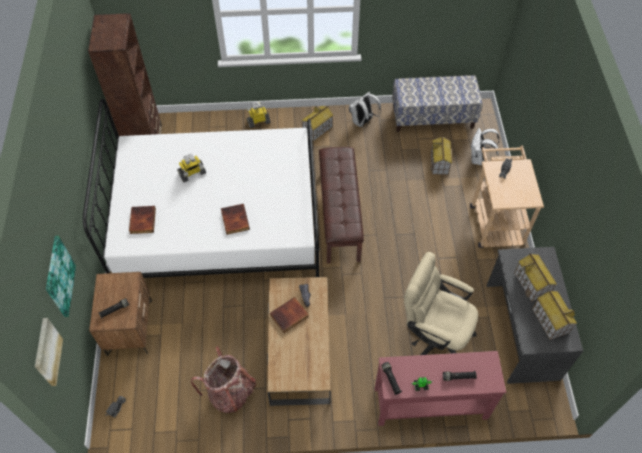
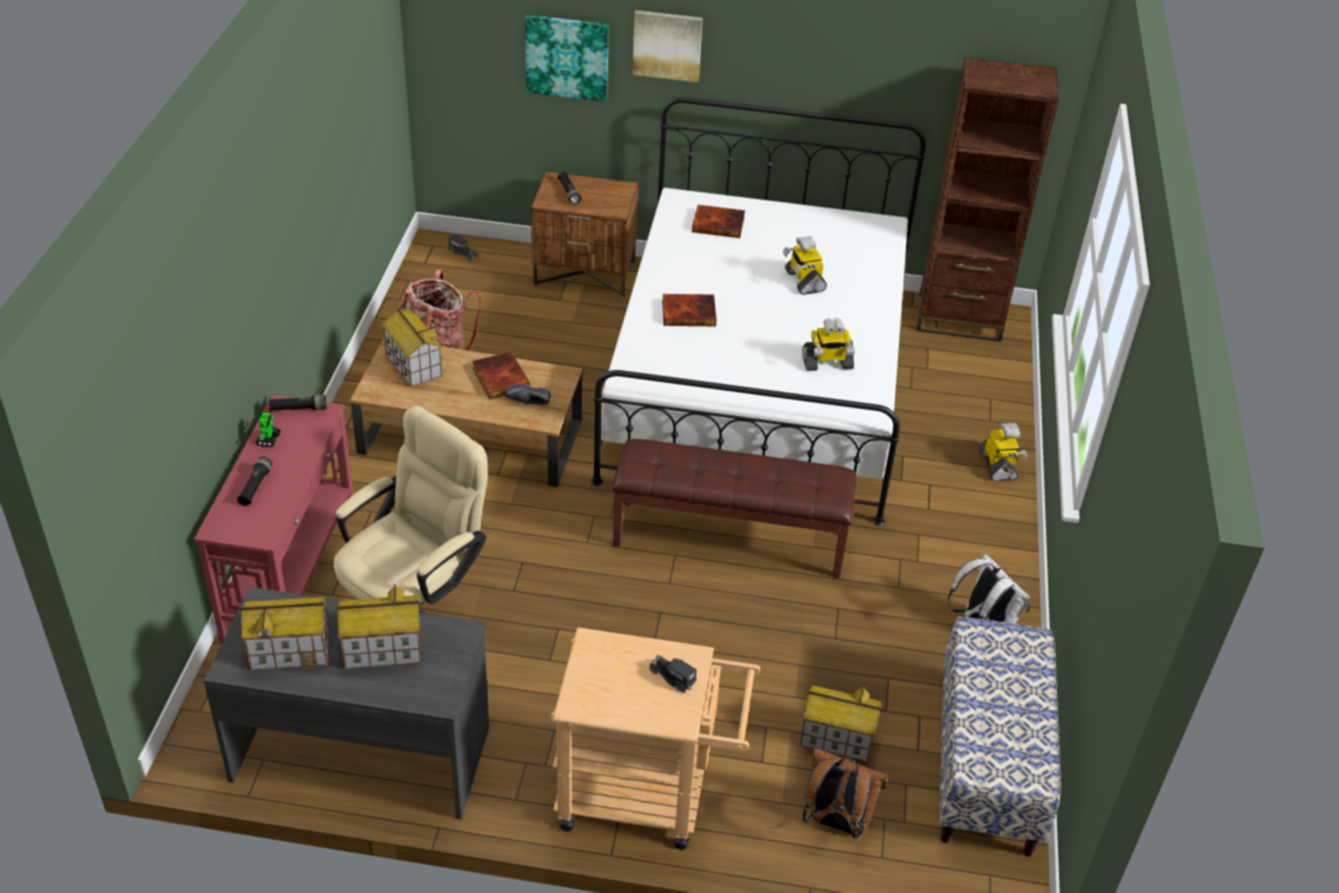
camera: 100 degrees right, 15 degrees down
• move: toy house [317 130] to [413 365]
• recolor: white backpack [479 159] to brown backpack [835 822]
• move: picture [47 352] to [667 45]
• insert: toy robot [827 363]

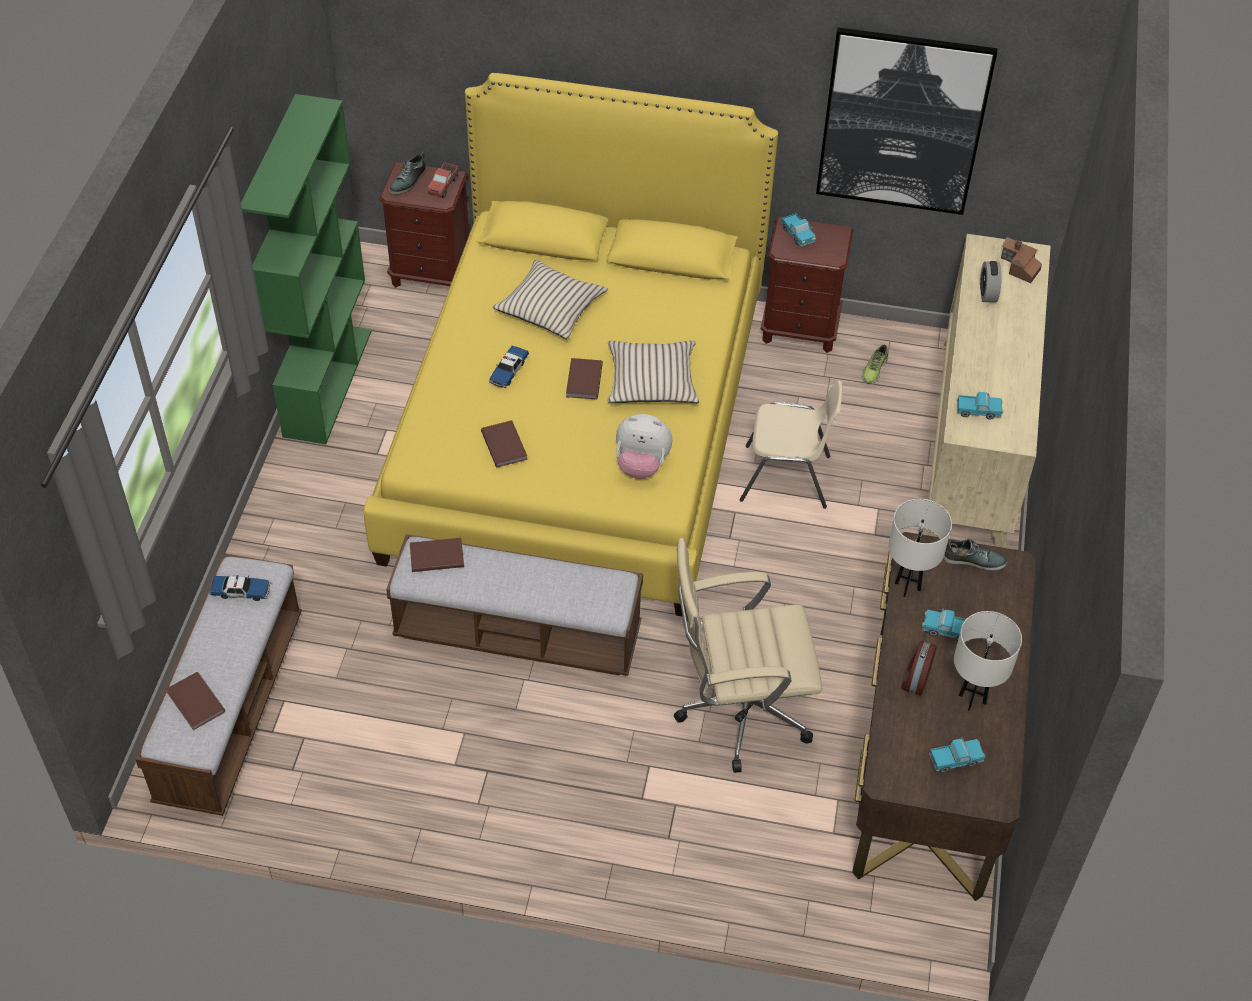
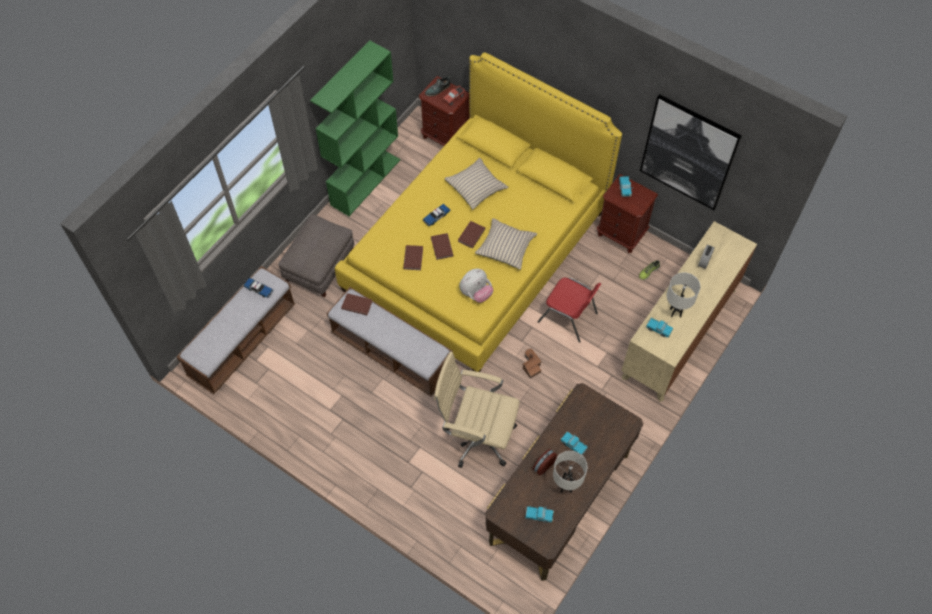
camera: 25 degrees right, 10 degrees up
• move: toy house [1018 266] to [531 365]
• recolor: beige chair [787 478] to red chair [568 318]
• rotate: plush toy [641 465] = [476 293] 75 degrees counterclockwise
• move: white table lamp [907 587] to [675 313]
• delete: shoe [973 560]
• move: brown book [195 703] to [441 247]
• insert: grey ottoman [319 265]

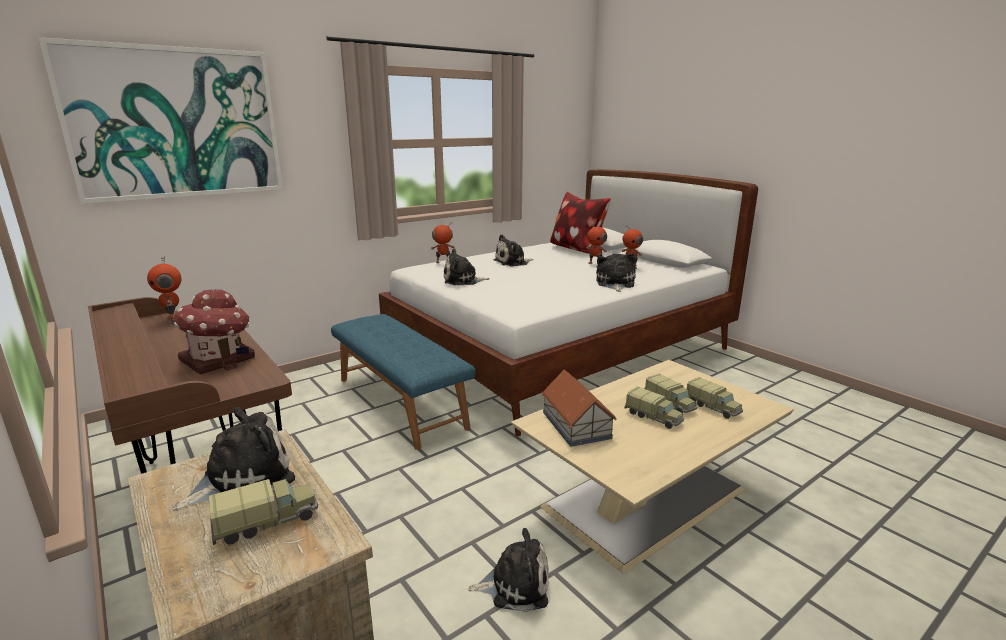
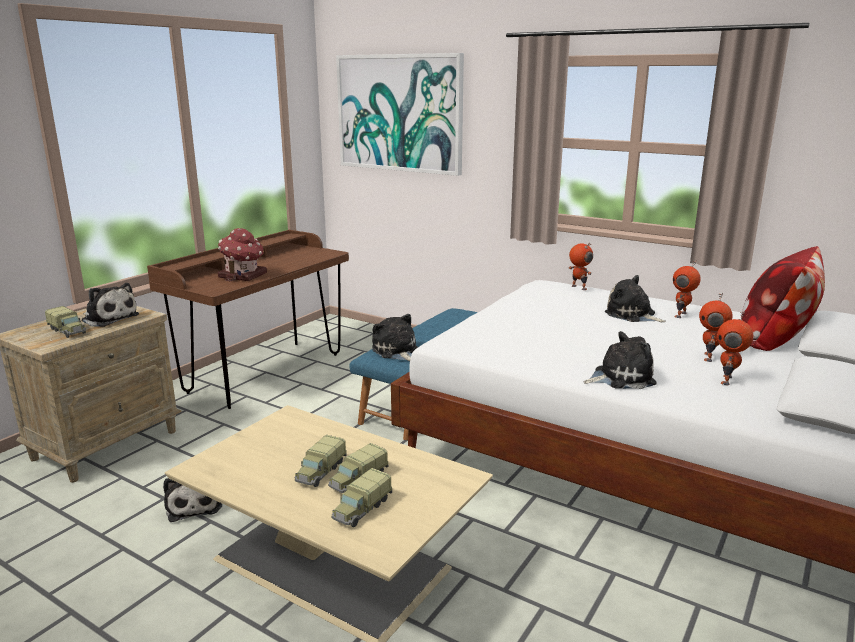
camera: 70 degrees right, 0 degrees up
• move: plush toy [463 281] to [396 351]
• move: toy robot [173 319] to [681 315]
• delete: toy house [576 424]

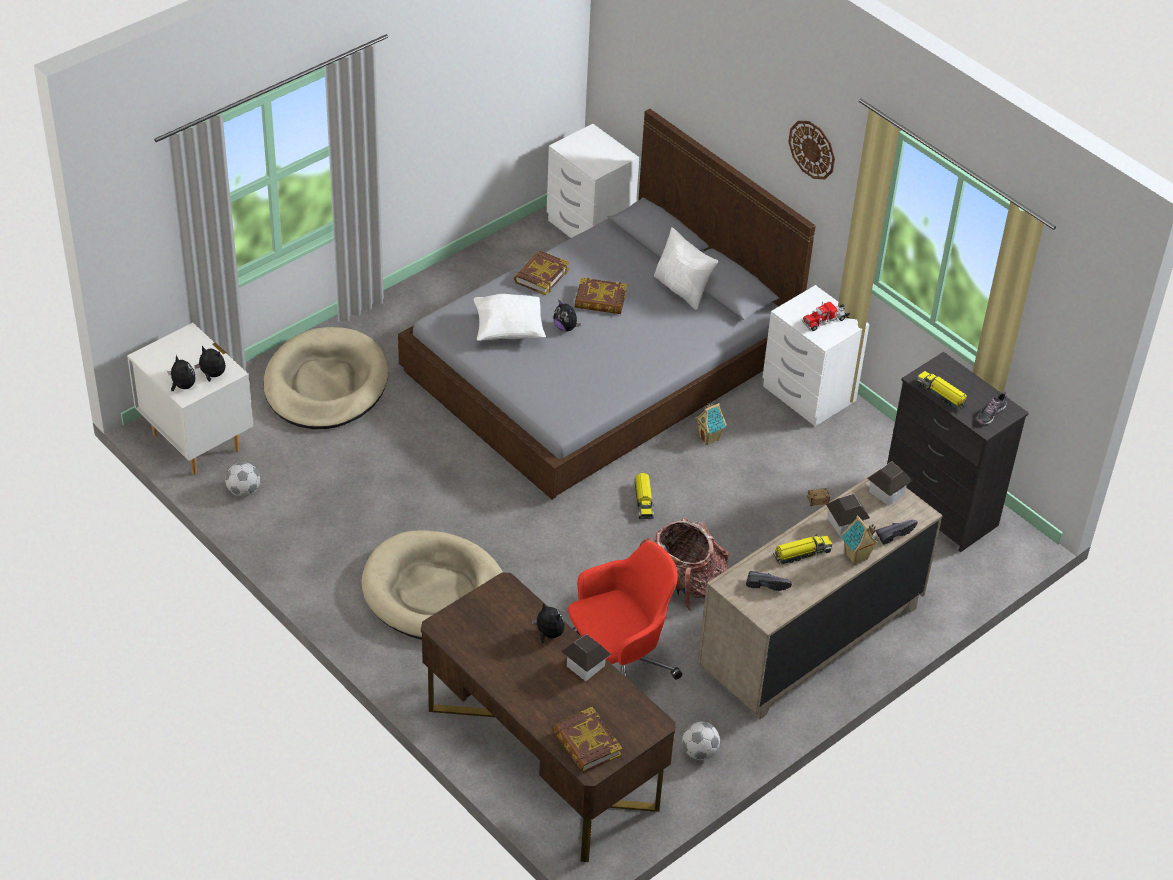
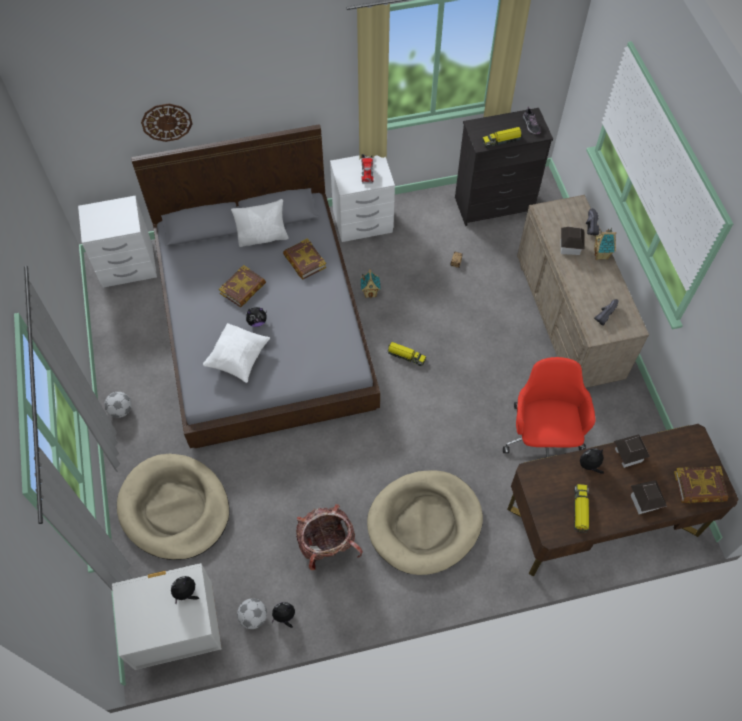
camera: 60 degrees left, 15 degrees up
• move: wall clock [812 149] to [166 122]
• move: book [541 276] to [304 261]
• move: plush toy [182 386] to [284 617]
• move: toy house [887 492] to [644 501]
• move: backpack [685 586] to [327 545]
• move: toy truck [801 553] to [580 510]
• move: football [699 752] to [121 410]

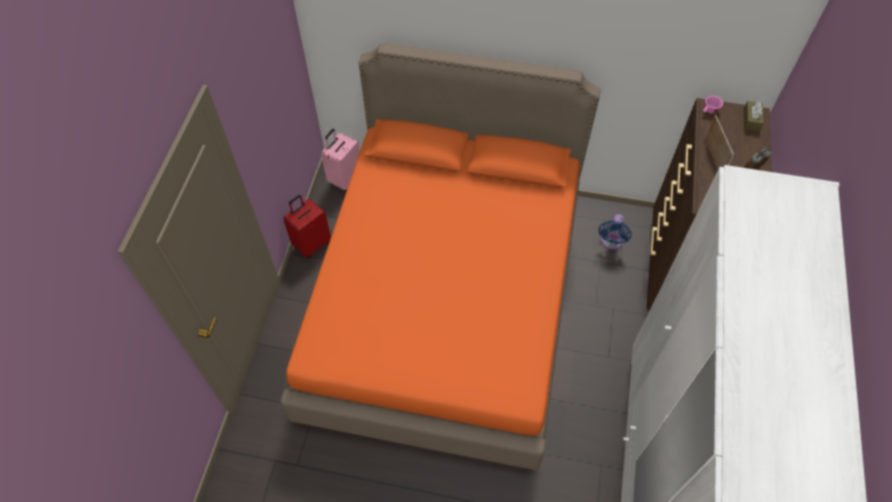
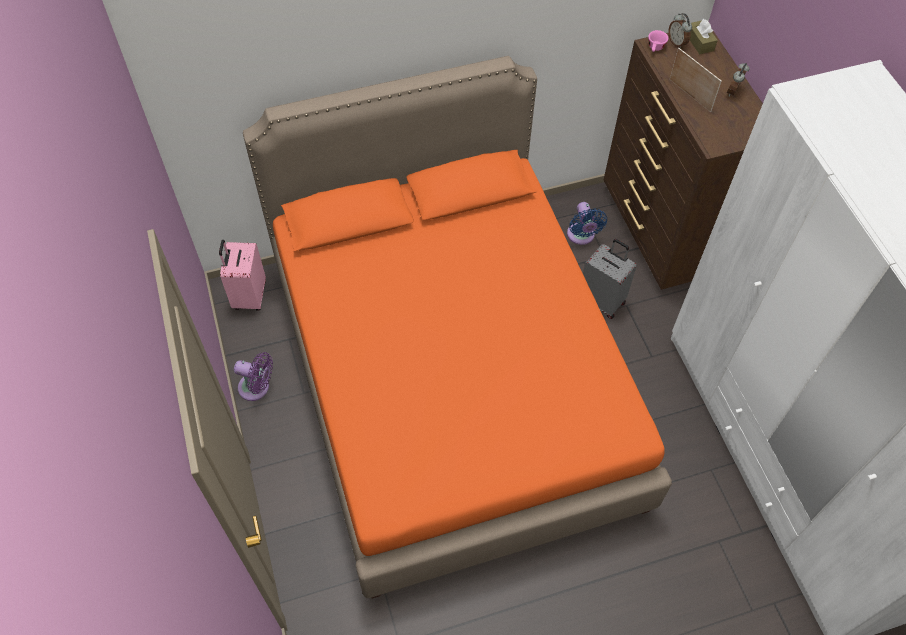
camera: 30 degrees left, 0 degrees up
• replace: red suitcase [312 244] to purple fan [257 388]
• insert: alarm clock [677 43]
• insert: grey suitcase [602 300]

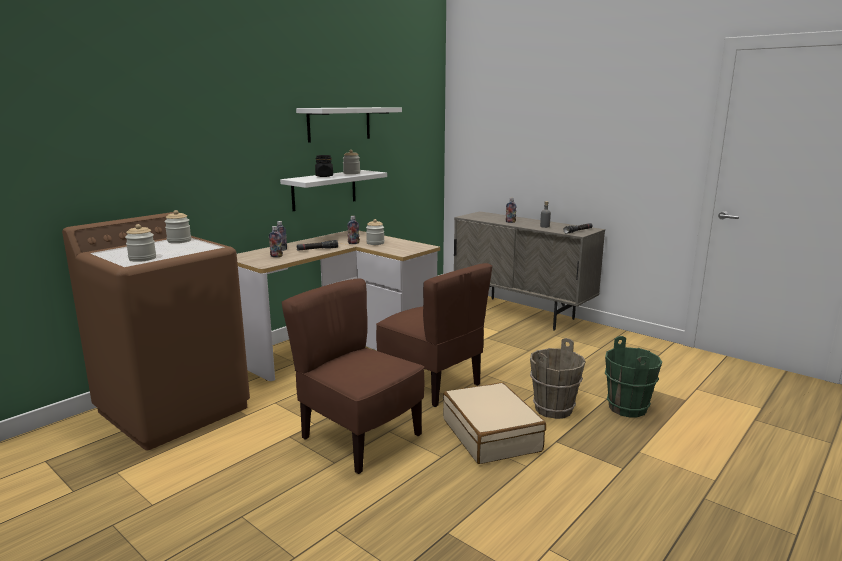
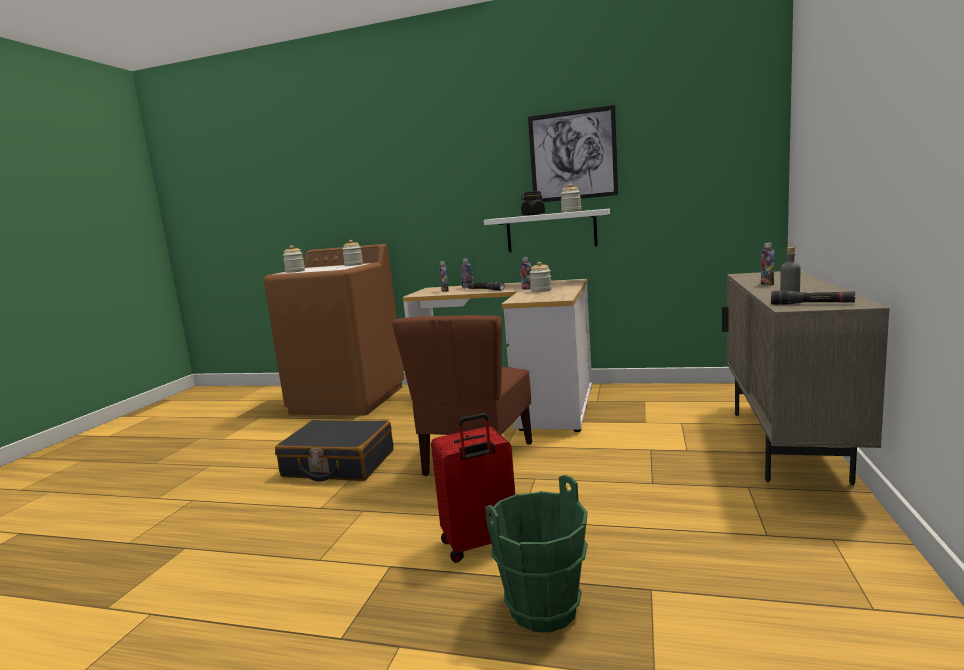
camera: 65 degrees right, 5 degrees down
• replace: white shelf [339 124] to picture [573 155]
• replace: brown chair [359 438] to black suitcase [338 464]
• replace: brown bucket [554 409] to red suitcase [479 544]
• delete: beige suitcase [491 435]

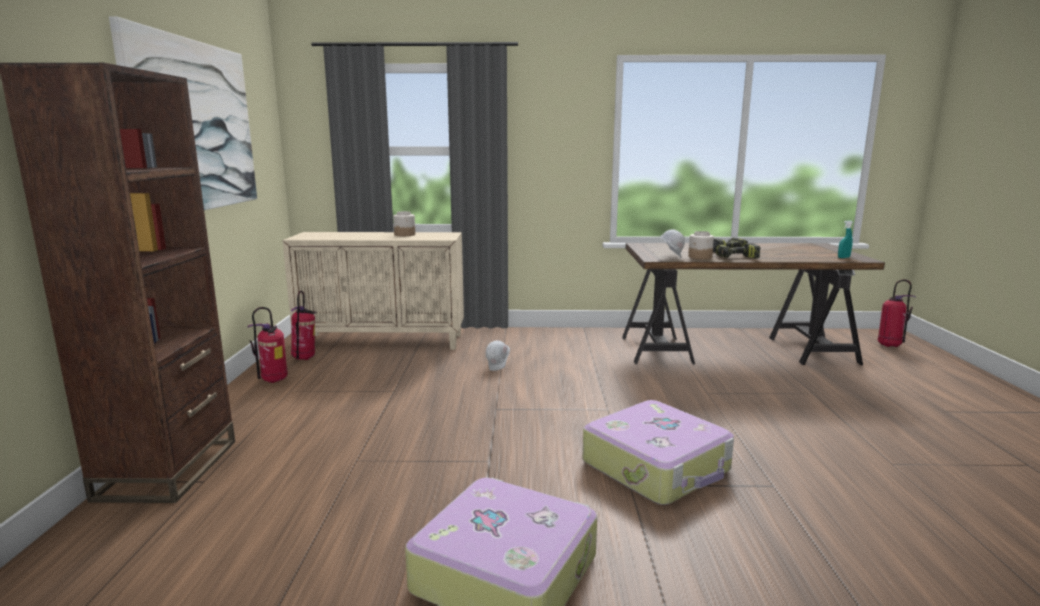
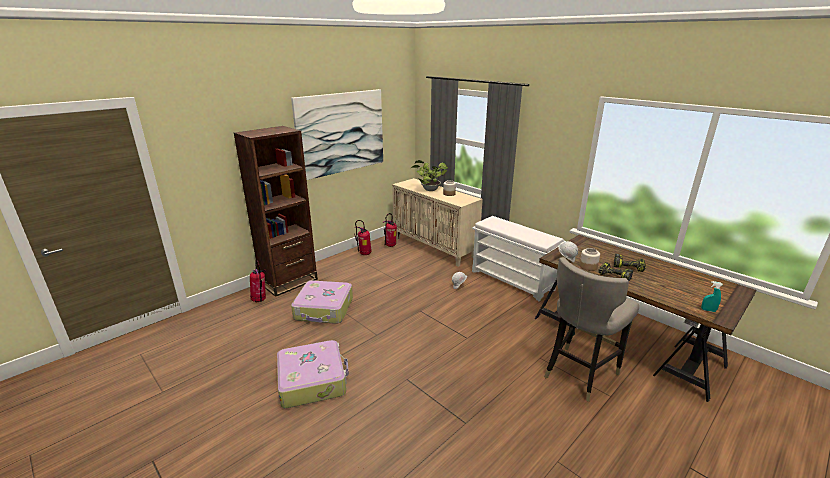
camera: 45 degrees right, 10 degrees up
• move: fire extinguisher [889 345] to [260 300]
• move: suitcase [657 467] to [324 309]
• insert: potted plant [429 190]
• insert: white bench [513 280]
• insert: grey stool [578 374]

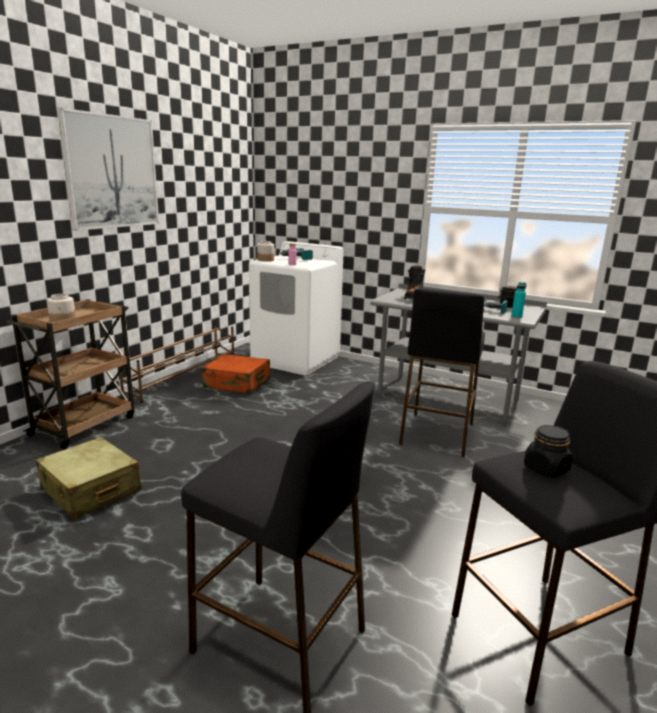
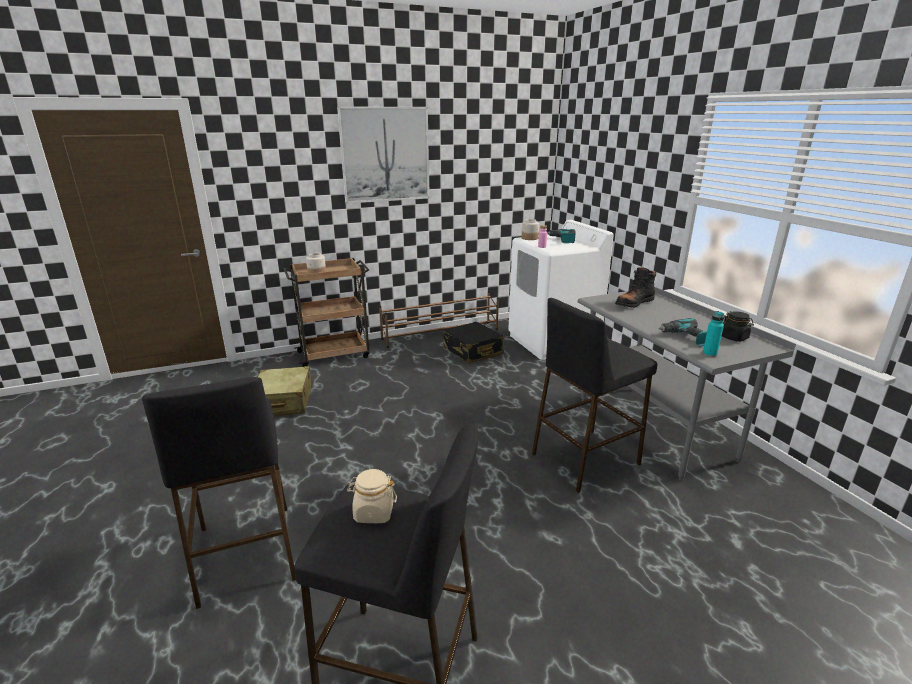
camera: 40 degrees right, 5 degrees up
• recolor: orange suitcase [237 384] to black suitcase [472 351]
• recolor: black jar [546 469] to beige jar [373 512]

